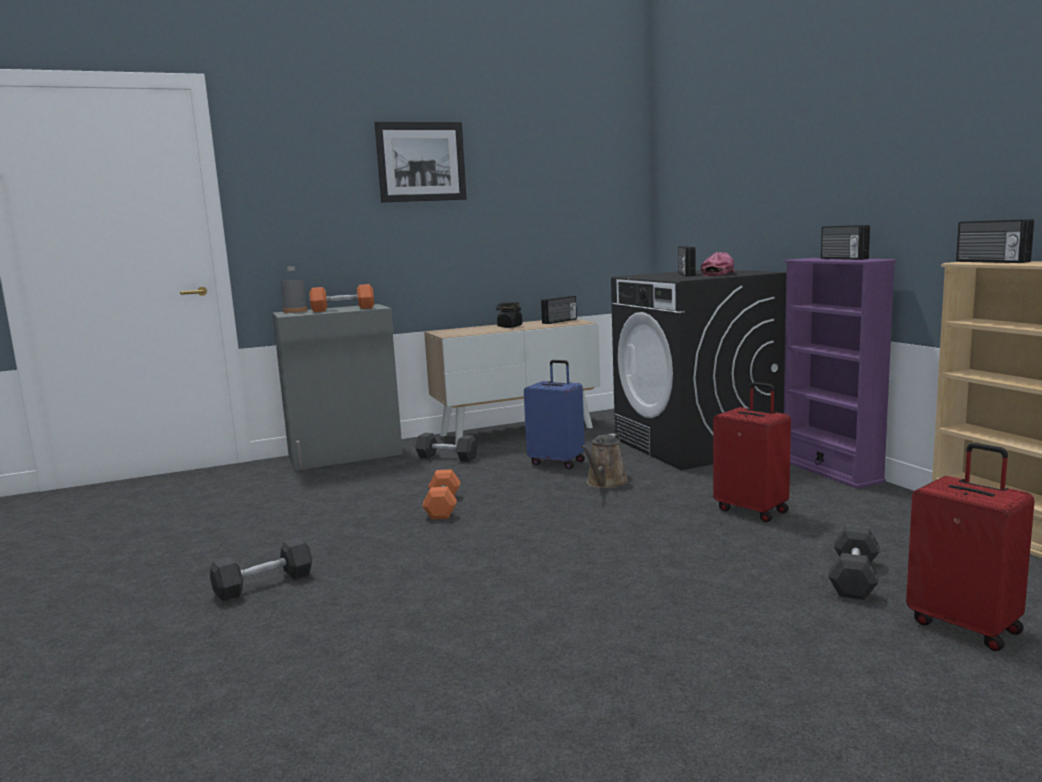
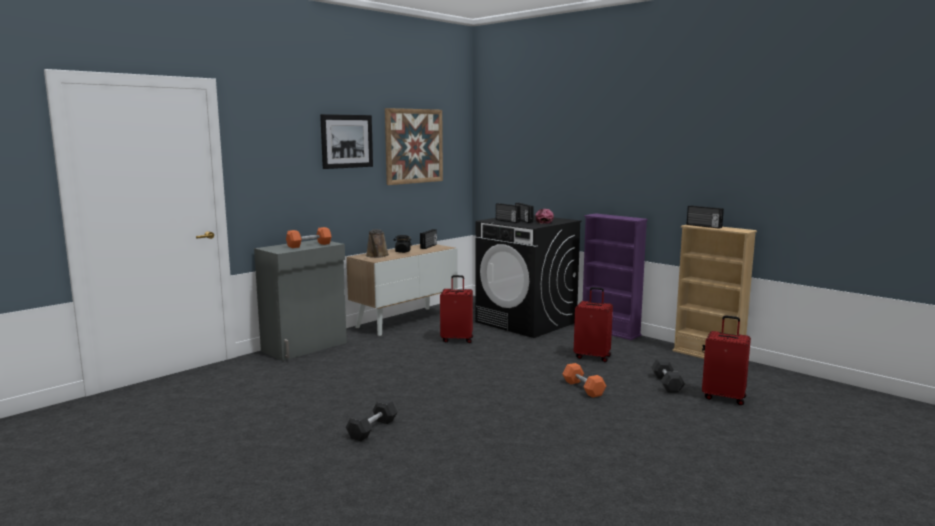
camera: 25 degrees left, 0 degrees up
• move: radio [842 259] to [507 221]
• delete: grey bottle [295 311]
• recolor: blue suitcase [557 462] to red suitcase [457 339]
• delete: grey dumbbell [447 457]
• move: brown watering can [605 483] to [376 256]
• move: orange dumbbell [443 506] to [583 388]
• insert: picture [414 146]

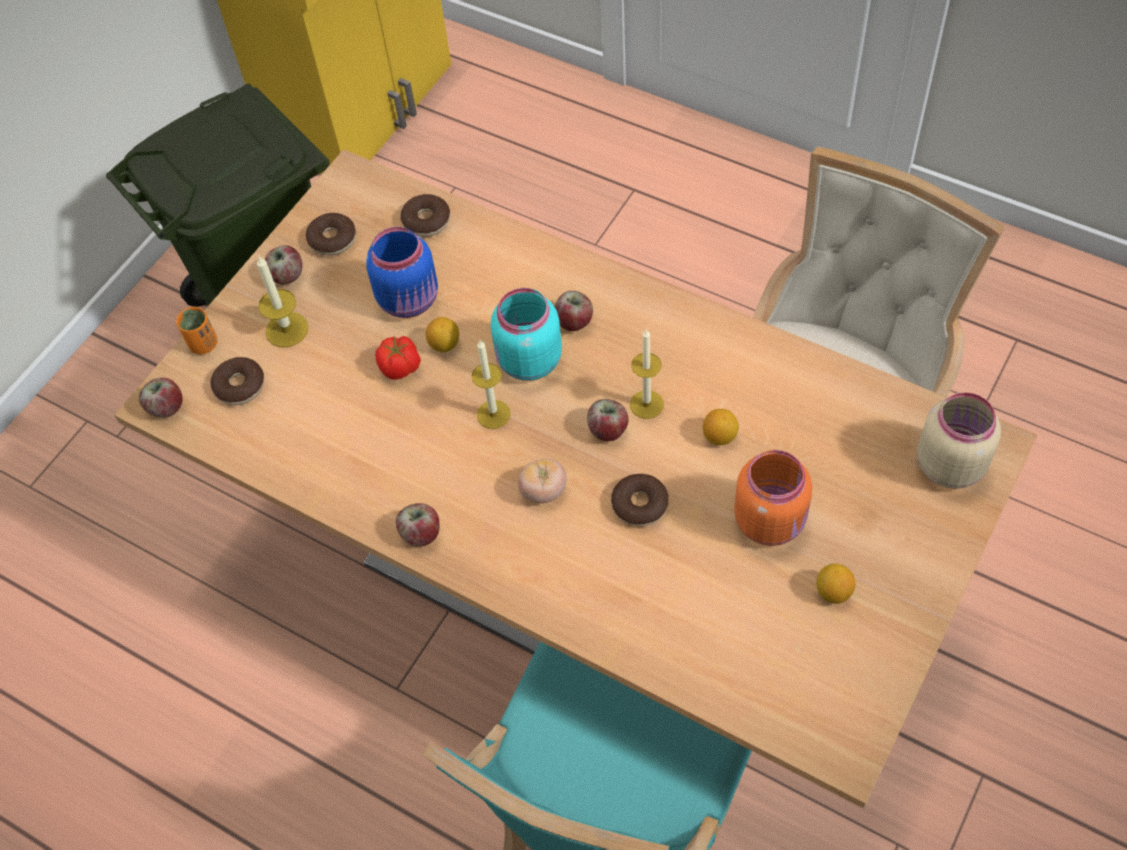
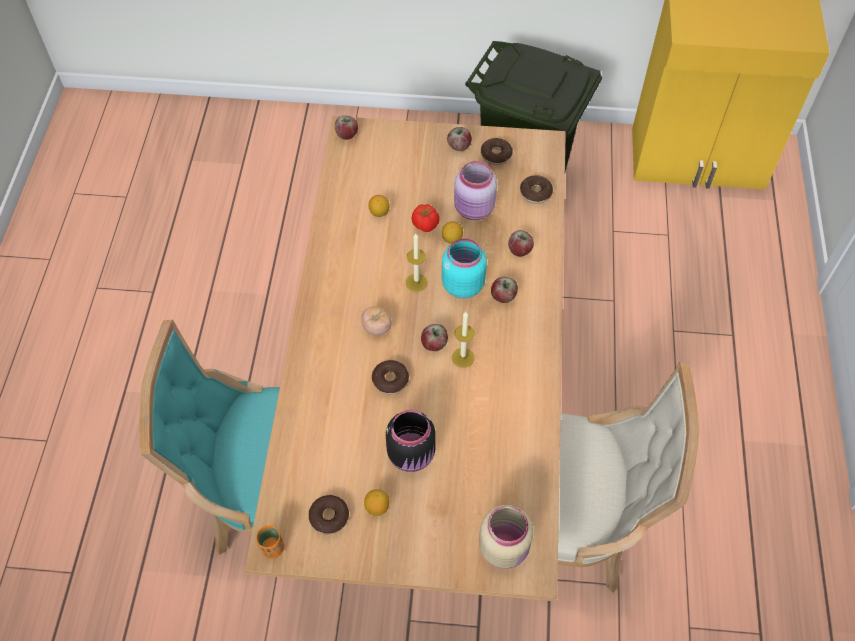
camera: 60 degrees right, 0 degrees up
• recolor: blue jar [410 300] to pink jar [474 209]
• delete: candle [287 329]
• move: orange cup [203 344] to [272 548]
• move: donut [240 386] to [329 517]
• move: lemon [719 436] to [379 212]
• recolor: orange jar [771 520] to black jar [412 455]
• move: apple [421 533] to [520 250]

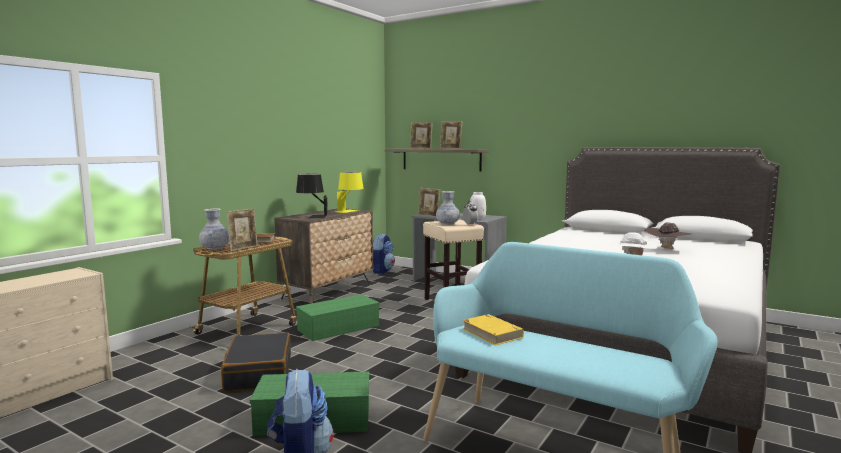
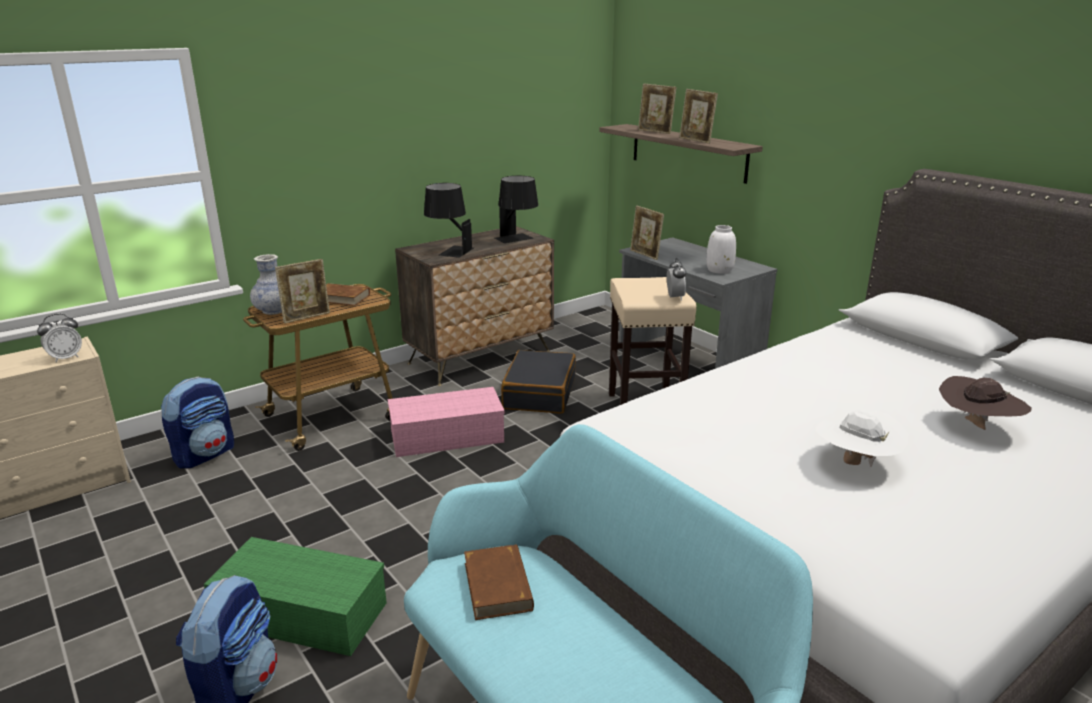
camera: 20 degrees right, 15 degrees up
• recolor: yellow table lamp [350 211] to black table lamp [517 240]
• delete: vase [447 224]
• move: backpack [382 271] to [205 454]
• recolor: green storage box [339 327] to pink storage box [448 435]
• recolor: yellow book [492 333] to brown book [498 586]
• move: black suitcase [258 373] to [539 393]
• insert: alarm clock [66 358]

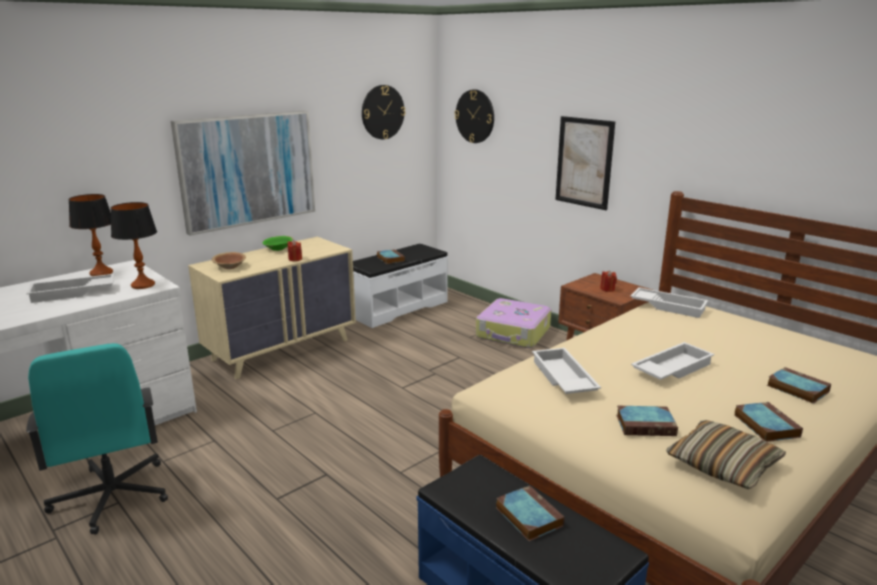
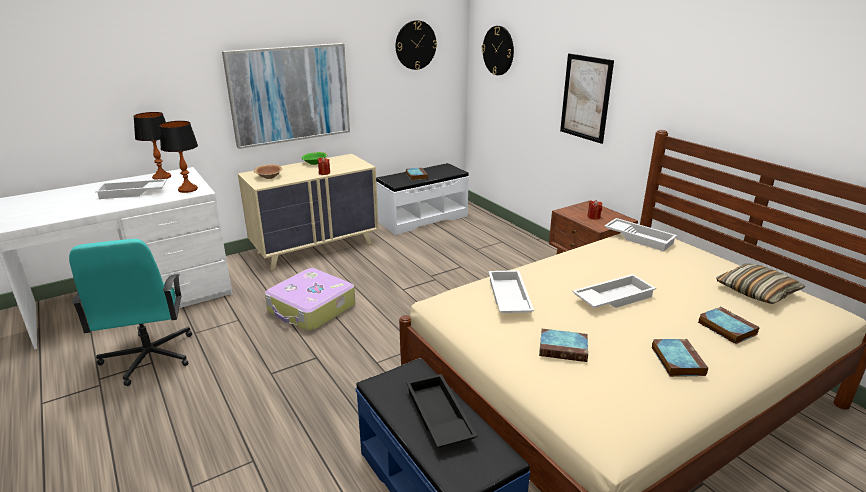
camera: 10 degrees right, 5 degrees up
• move: suitcase [513 333] to [311 309]
• move: pillow [723 464] to [756 291]
• replace: book [527 516] to black tray [437 417]

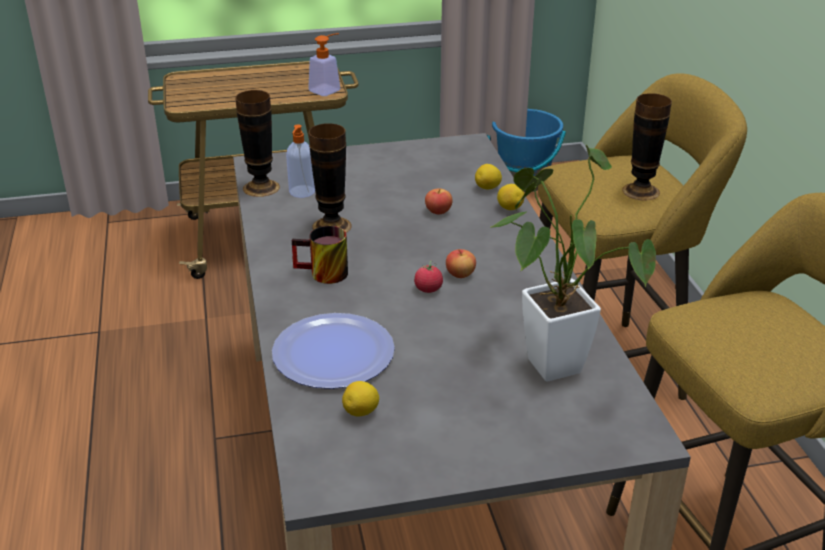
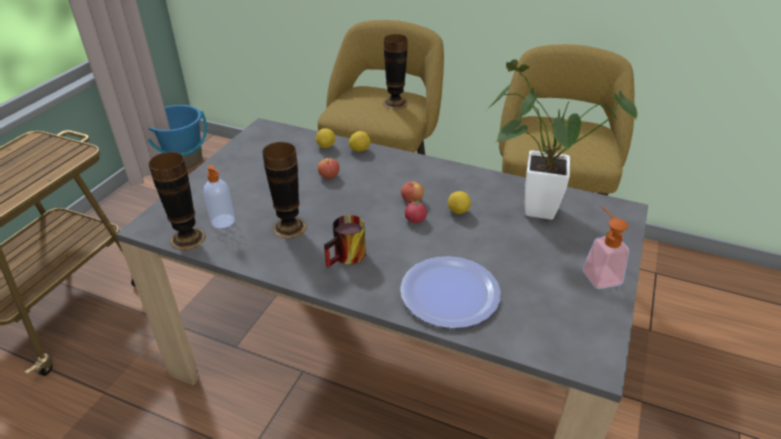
camera: 55 degrees left, 5 degrees up
• move: soap dispenser [328 89] to [598 273]
• move: lemon [361 412] to [458 211]

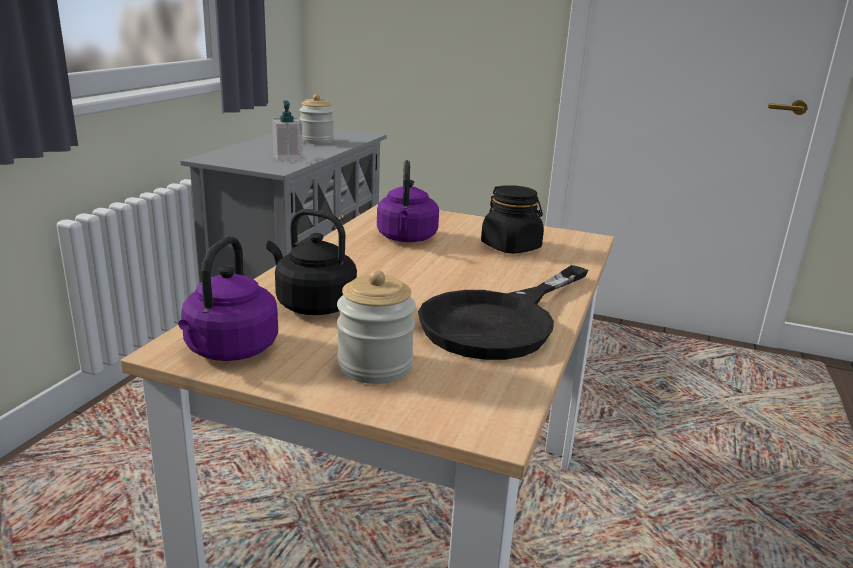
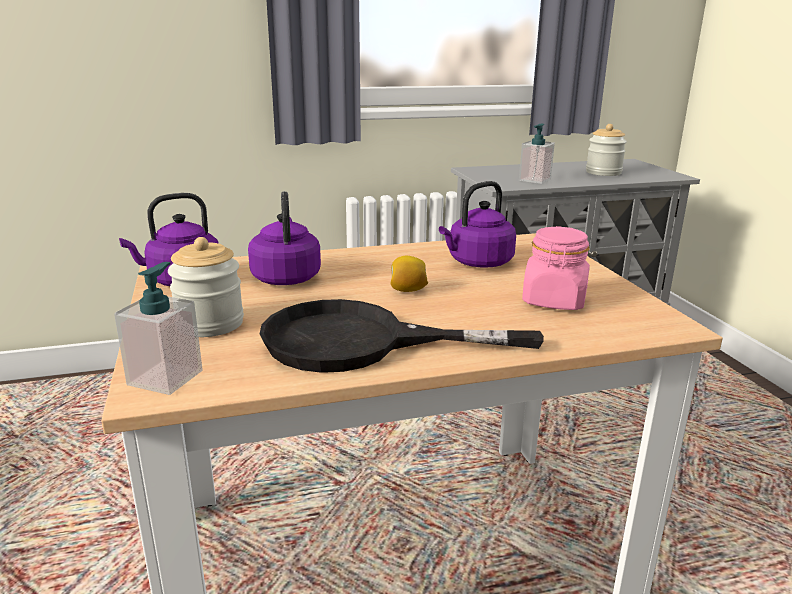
camera: 55 degrees right, 0 degrees up
• recolor: black jar [511 247] to pink jar [554 301]
• recolor: black kettle [312 304] to purple kettle [286 277]
• insert: lemon [407 290]
• insert: soap dispenser [165 377]

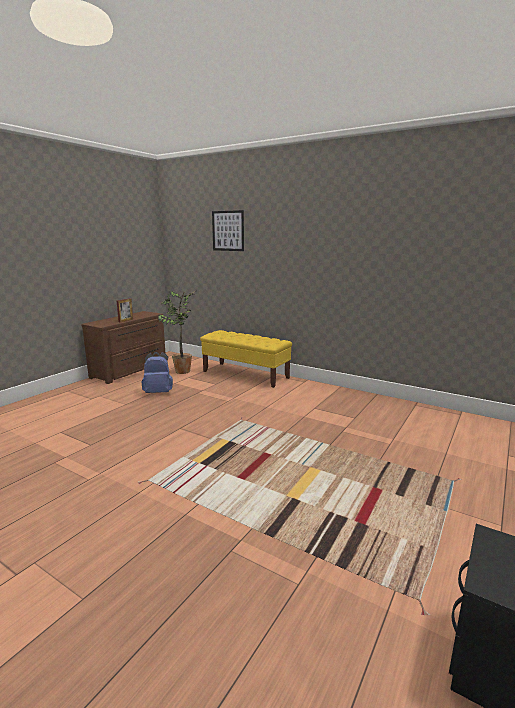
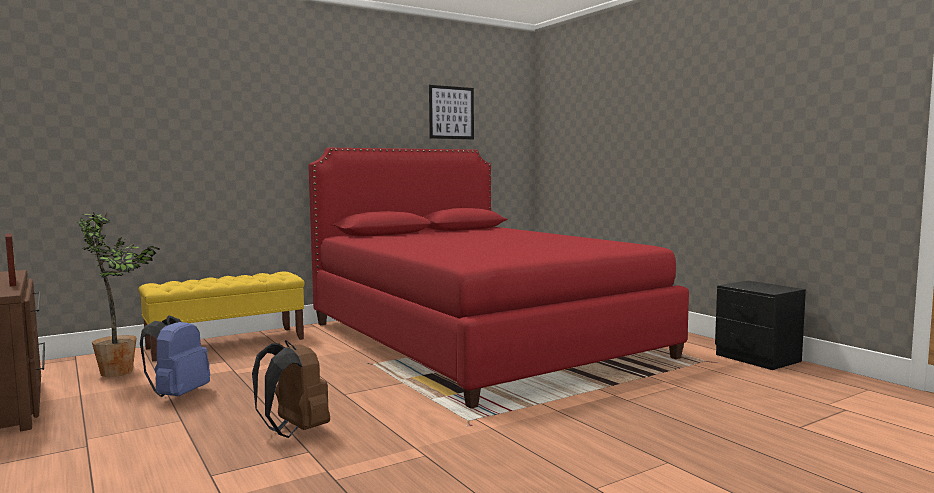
camera: 65 degrees left, 10 degrees down
• move: picture [228 231] to [451 112]
• insert: red bed [479 339]
• insert: brown backpack [295 431]

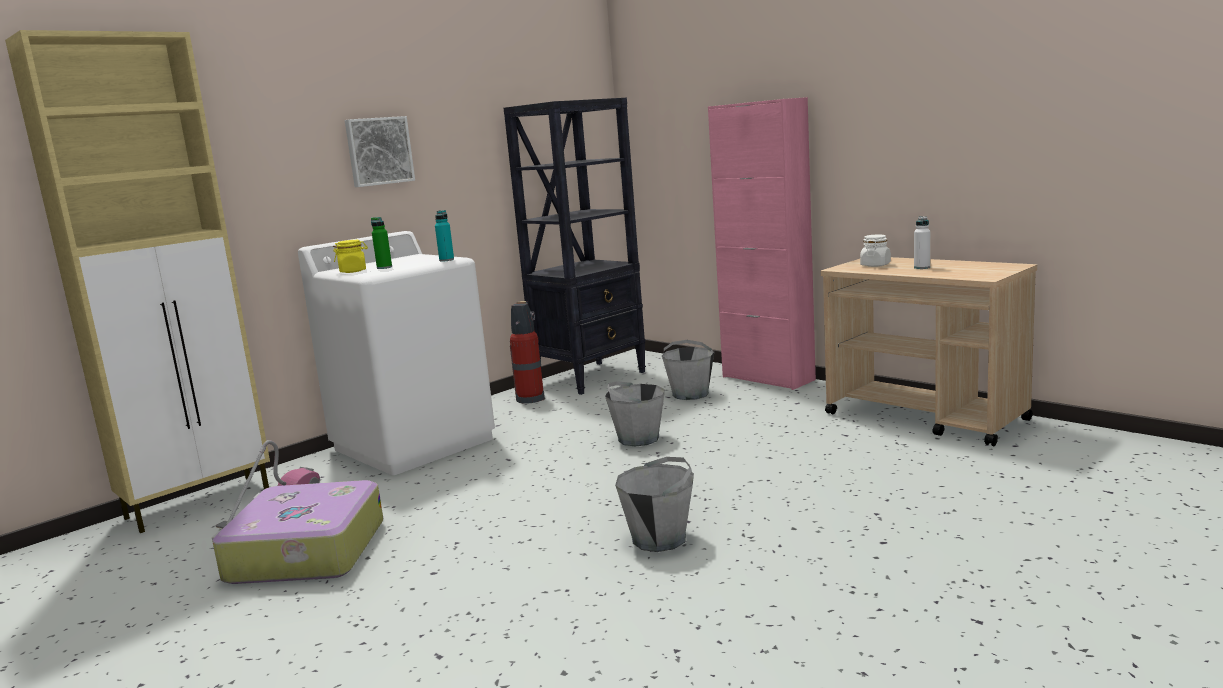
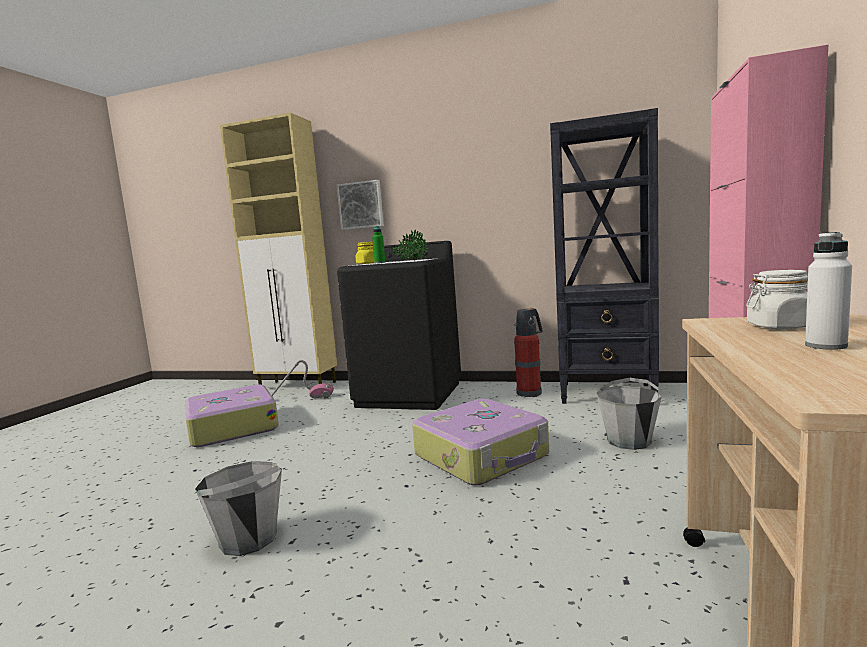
camera: 60 degrees right, 5 degrees down
• move: picture [378 151] to [361 205]
• replace: turquoise bottle [446 260] to potted plant [411 261]
• recolor: white washing machine [414 444] to black washing machine [410 394]
• replace: grey bucket [638 439] to suitcase [482 455]

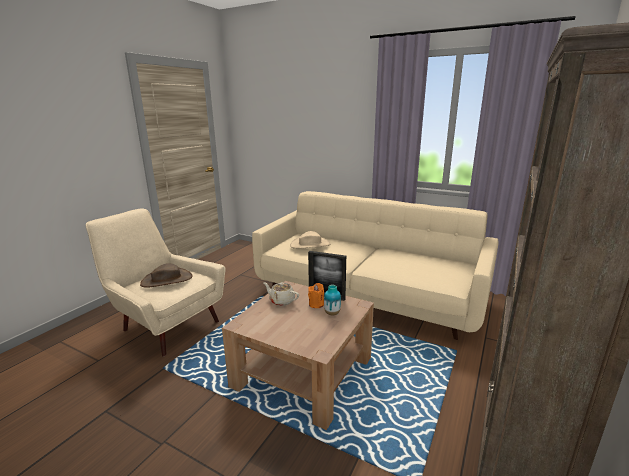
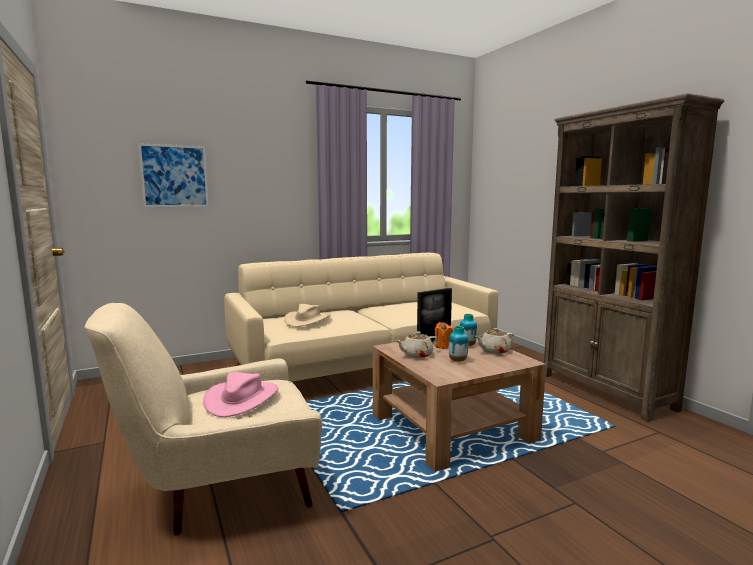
camera: 55 degrees left, 10 degrees down
• recolor: brown hat [167 280] to pink hat [242 399]
• insert: picture [174 176]
• insert: vase [457 360]
• insert: beige teapot [494 351]

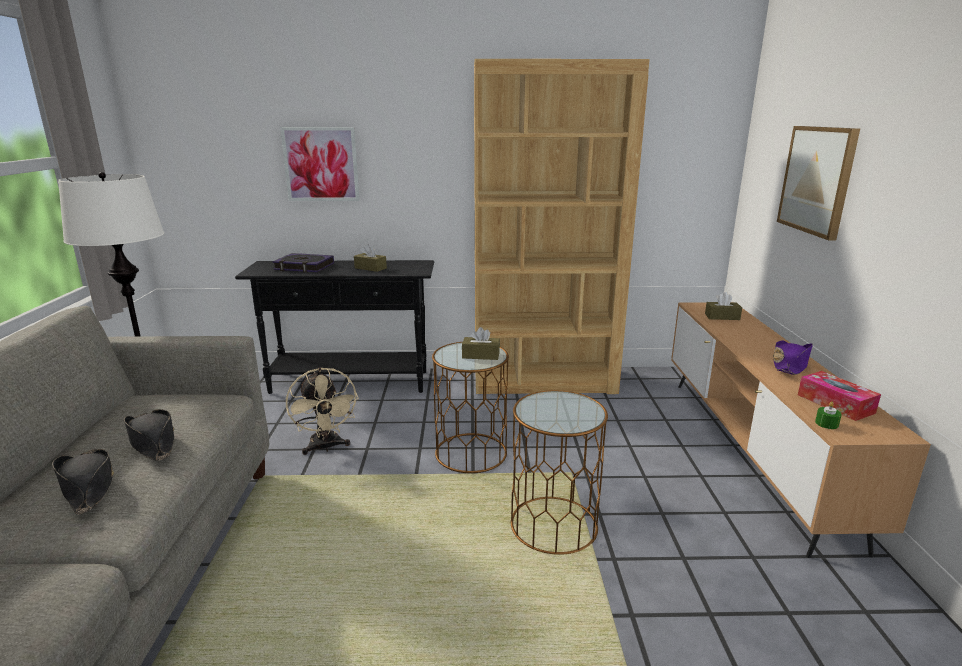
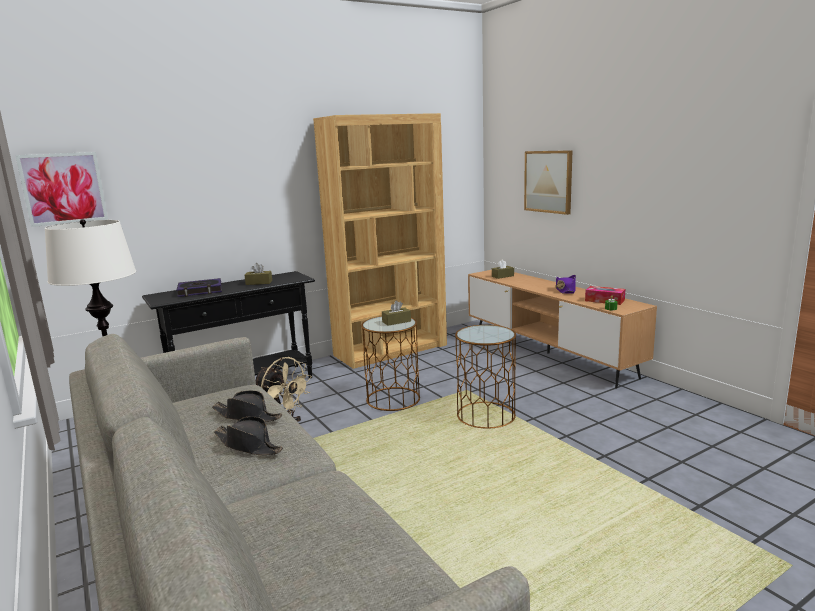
camera: 30 degrees left, 5 degrees down
• move: picture [321 164] to [63 188]

